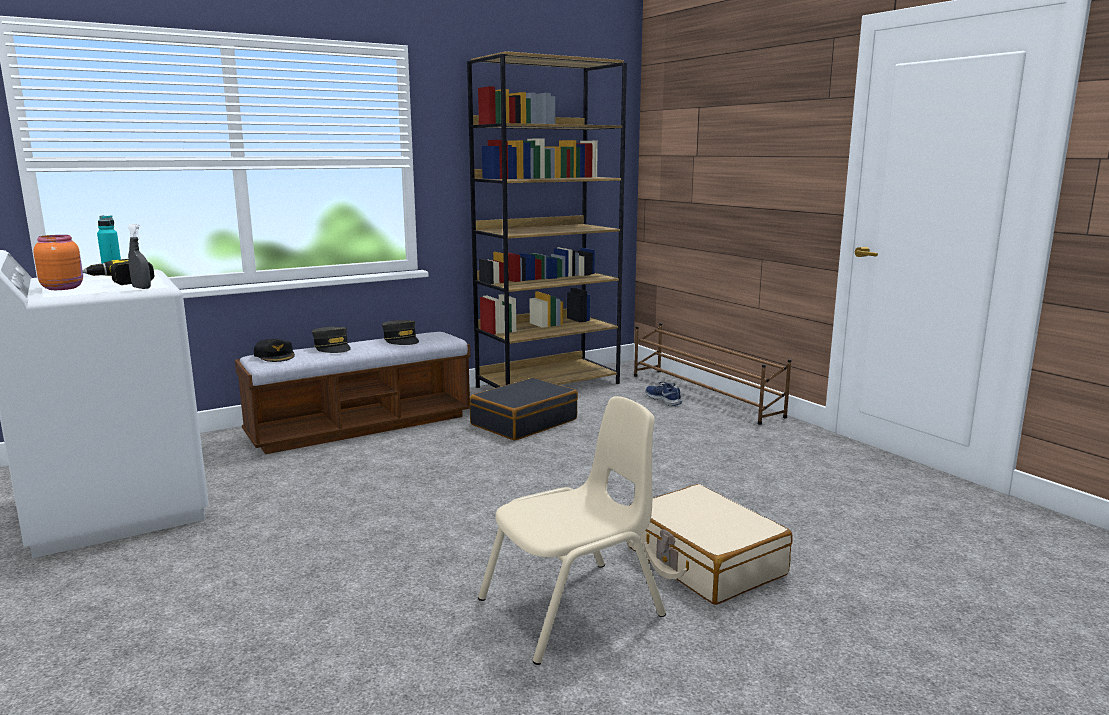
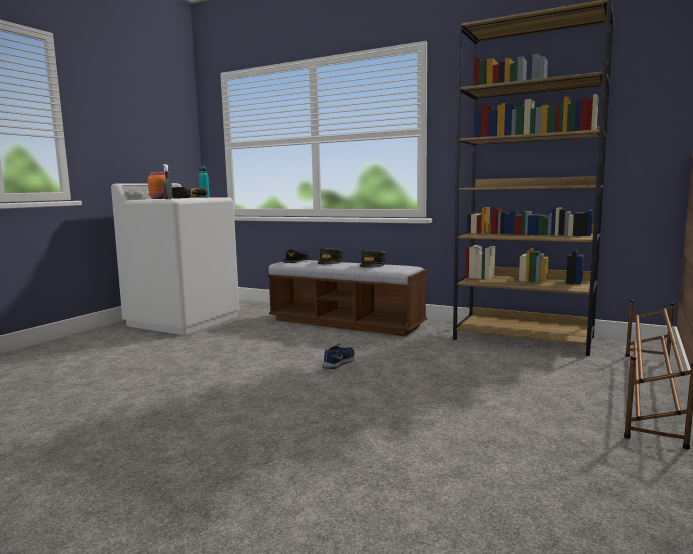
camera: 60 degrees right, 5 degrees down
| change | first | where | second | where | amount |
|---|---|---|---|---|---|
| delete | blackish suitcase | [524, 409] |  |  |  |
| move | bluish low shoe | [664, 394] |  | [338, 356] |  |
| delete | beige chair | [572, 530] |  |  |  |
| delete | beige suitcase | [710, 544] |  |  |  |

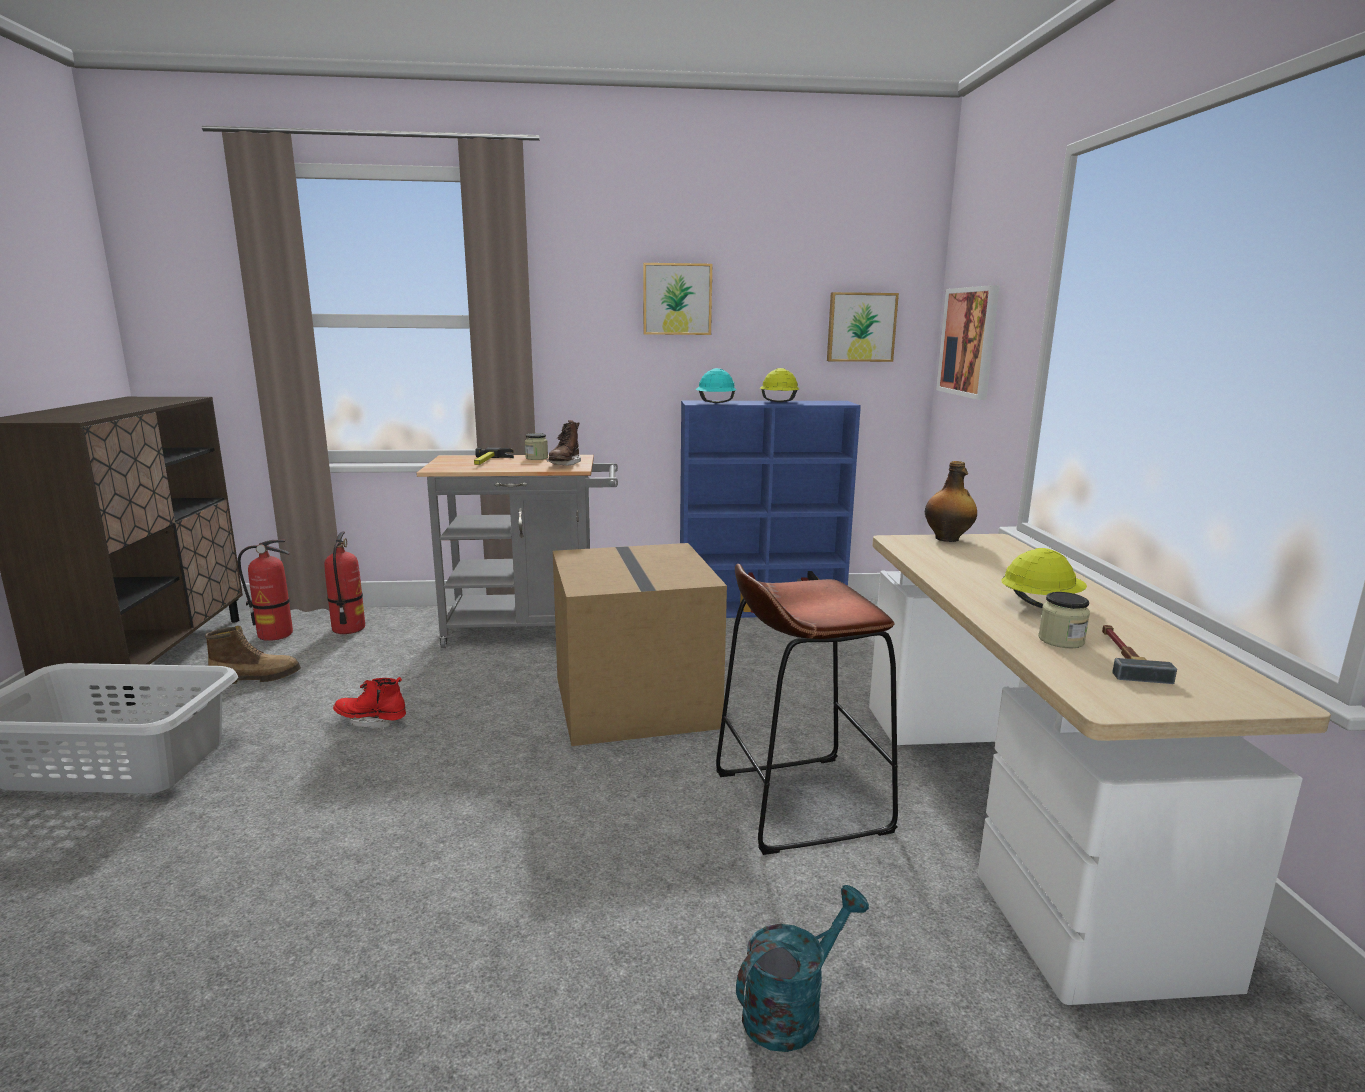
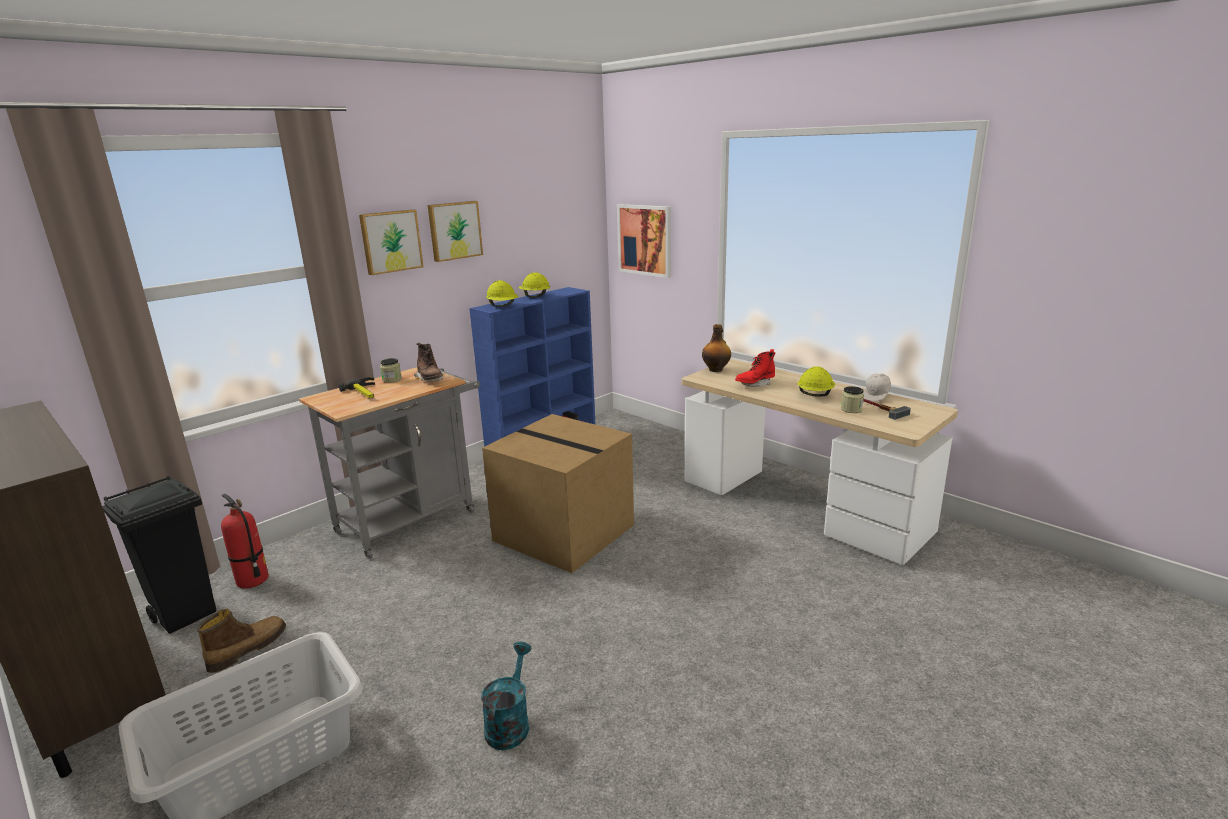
camera: 40 degrees left, 5 degrees up
| change | first | where | second | where | amount |
|---|---|---|---|---|---|
| move | wall picture | [863, 327] |  | [391, 242] |  |
| recolor | turquoise-coloured hard hat | [716, 385] | yellowish hard hat | [502, 293] |  |
| replace | fire-fighting cylinder | [265, 590] | blackish waste bin | [159, 555] |  |
| delete | brown stool seat | [807, 709] |  |  |  |
| move | red high-top boot | [369, 703] |  | [755, 368] |  |
| move | turquoise-coloured watering pot | [802, 968] |  | [506, 696] |  |
| insert |  |  | white-coloured peaked cap | [877, 387] |  |

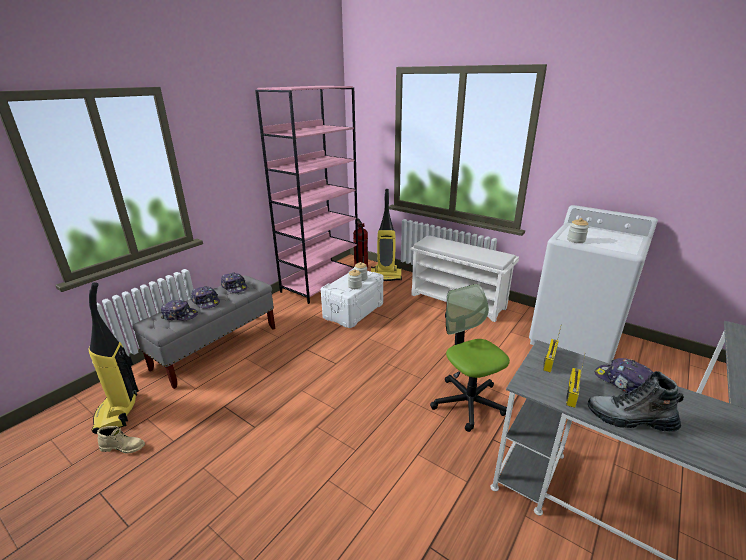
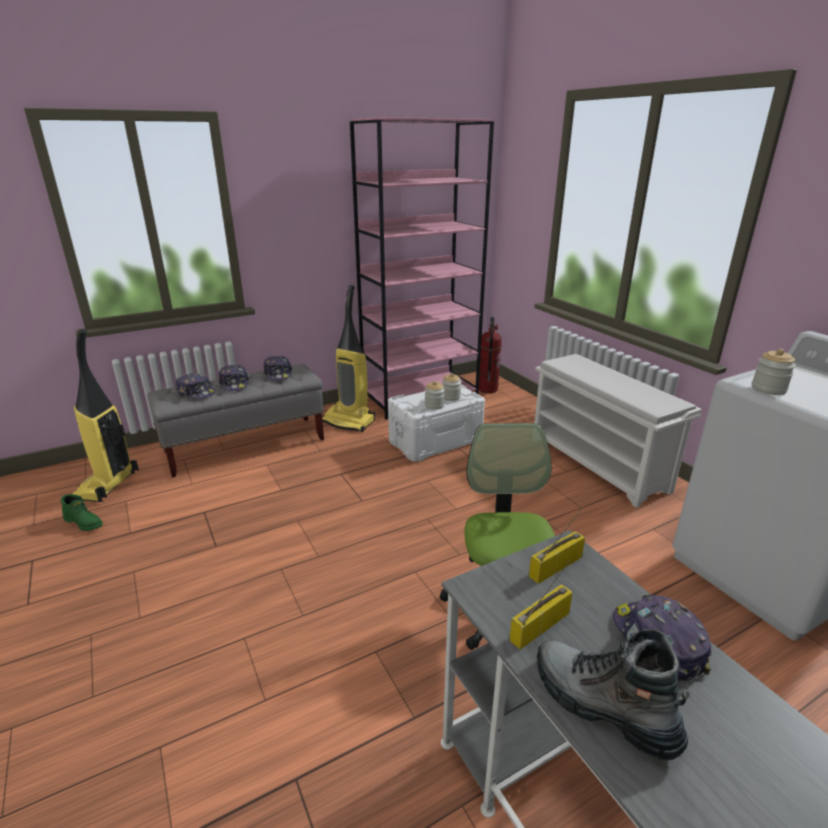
camera: 25 degrees right, 0 degrees up
| change | first | where | second | where | amount |
|---|---|---|---|---|---|
| move | vacuum cleaner | [386, 235] |  | [348, 358] |  |
| recolor | beige high-top boot | [121, 440] | green high-top boot | [82, 512] |  |

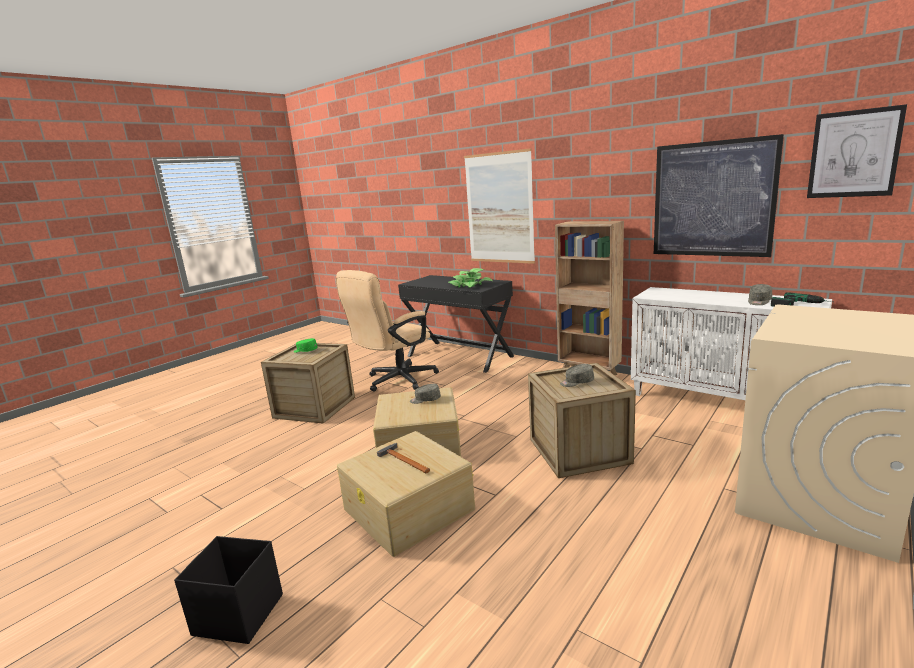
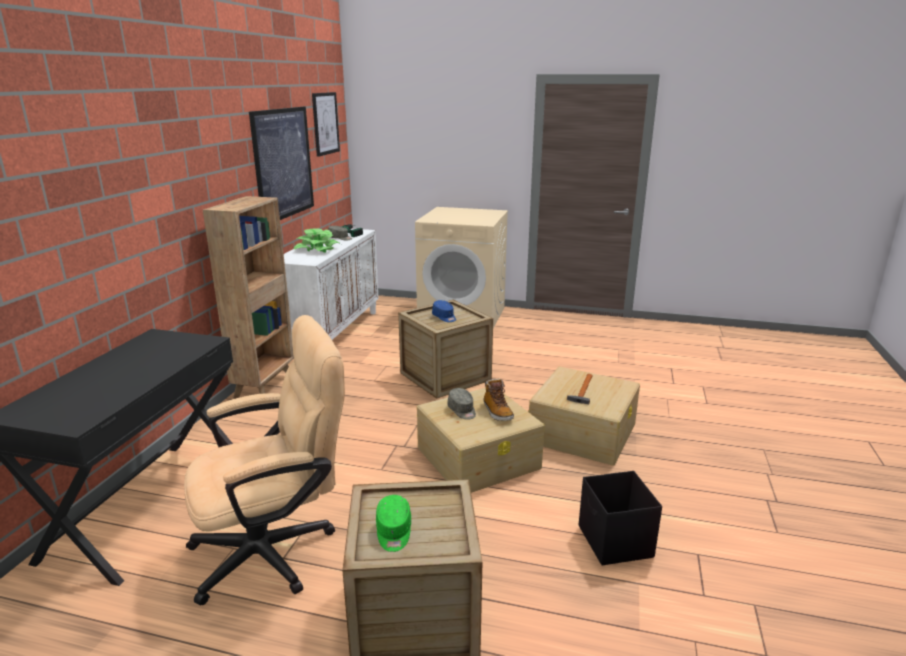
camera: 115 degrees left, 5 degrees up
| change | first | where | second | where | amount |
|---|---|---|---|---|---|
| delete | wall picture | [499, 206] |  |  |  |
| move | potted plant | [470, 278] |  | [317, 240] |  |
| rotate | beige desk chair | [387, 330] |  | [264, 460] | 45 degrees counterclockwise |
| recolor | gray peaked cap | [577, 375] | bluish peaked cap | [444, 311] |  |
| move | blackish storage container | [228, 590] |  | [620, 518] |  |
| insert |  |  | high-top boot | [499, 399] |  |

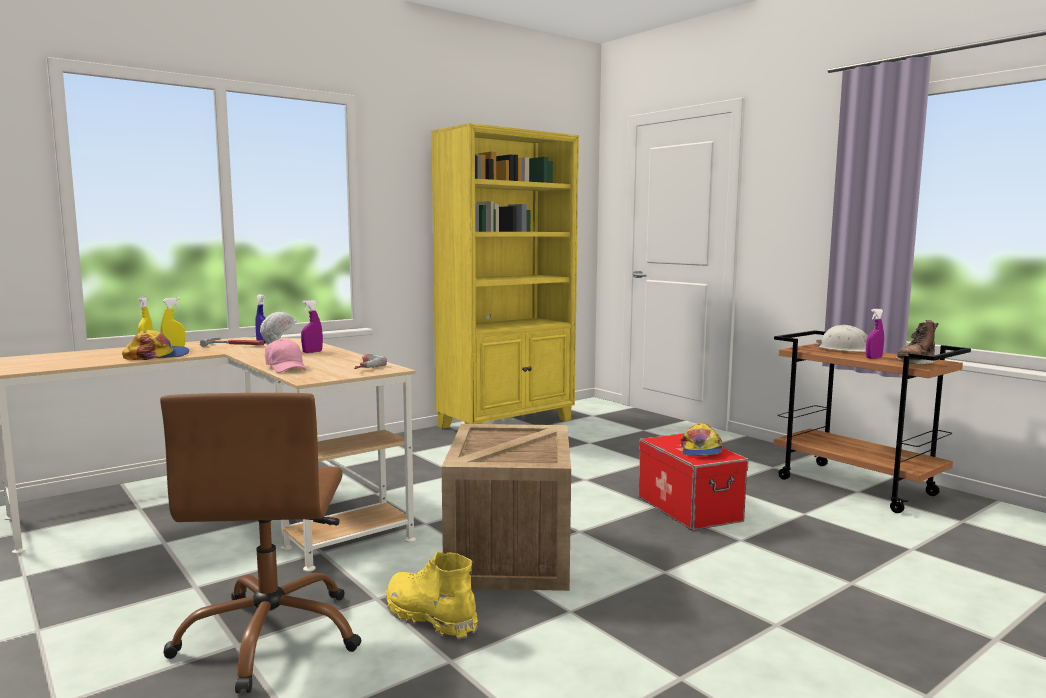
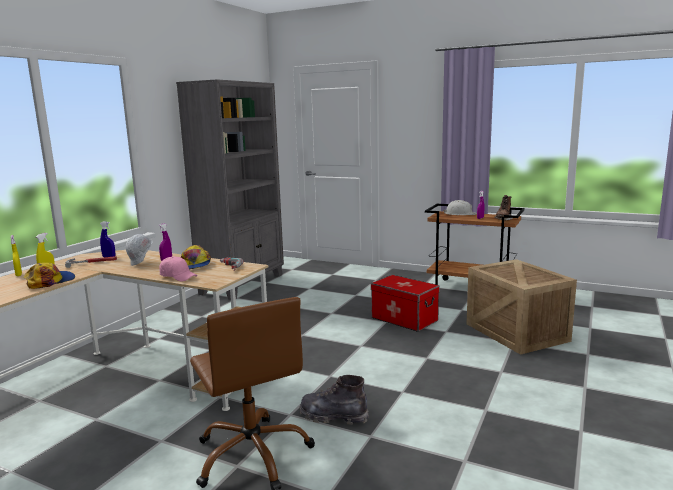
camera: 25 degrees left, 5 degrees up
| change | first | where | second | where | amount |
|---|---|---|---|---|---|
| recolor | yellowish bookcase | [505, 276] | gray bookcase | [230, 189] |  |
| move | peaked cap | [702, 439] |  | [196, 257] |  |
| move | crate | [506, 507] |  | [521, 307] |  |
| recolor | yellowish high-top boot | [432, 595] | gray high-top boot | [334, 400] |  |

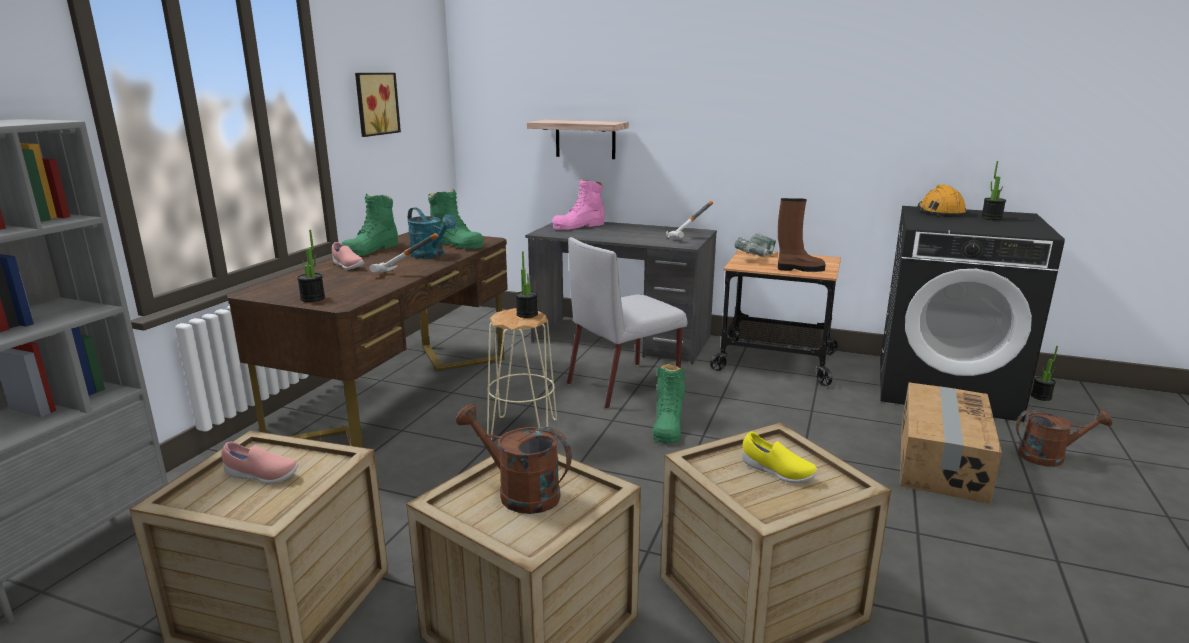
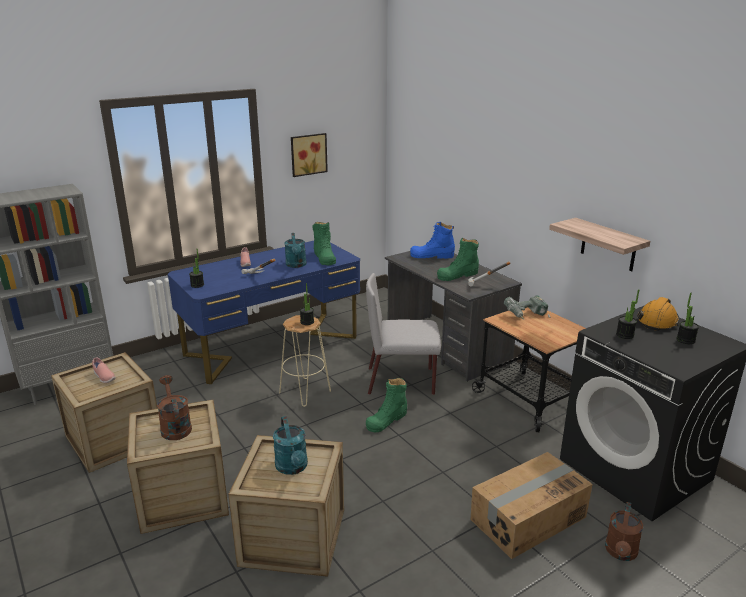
camera: 35 degrees right, 5 degrees up
| change | first | where | second | where | amount |
|---|---|---|---|---|---|
| move | wall shelf | [578, 139] |  | [599, 244] |  |
| recolor | pink high-top boot | [578, 204] | bluish high-top boot | [432, 240] |  |
| move | green high-top boot | [370, 225] |  | [458, 259] |  |
| delete | brown high-top boot | [802, 235] |  |  |  |
| recolor | brown desk table | [367, 340] | bluish desk table | [264, 312] |  |
| move | potted plant | [1044, 373] |  | [627, 314] |  |
| rotate | brown watering pot | [1064, 437] |  | [624, 531] | 75 degrees clockwise |
| replace | yellowish low shoe | [780, 457] | turquoise-coloured watering pot | [290, 445] |  |

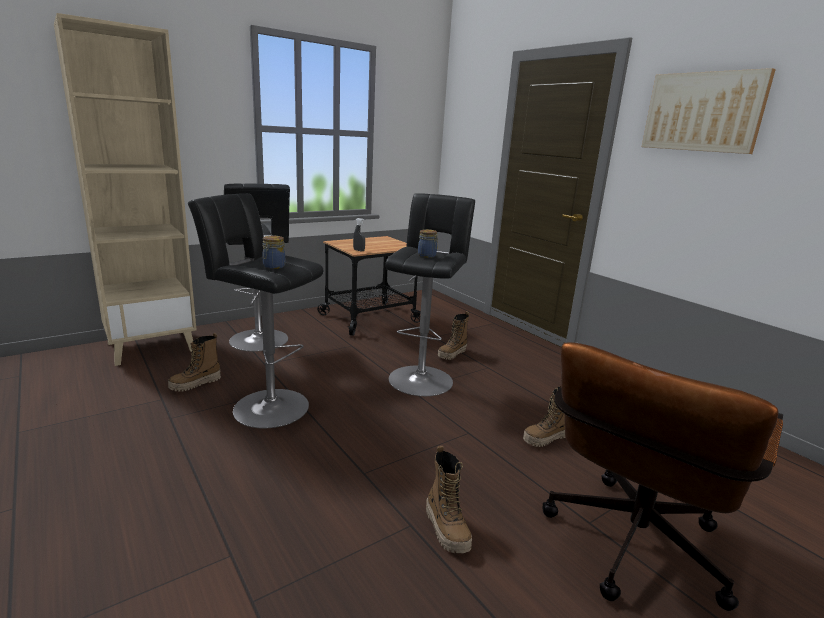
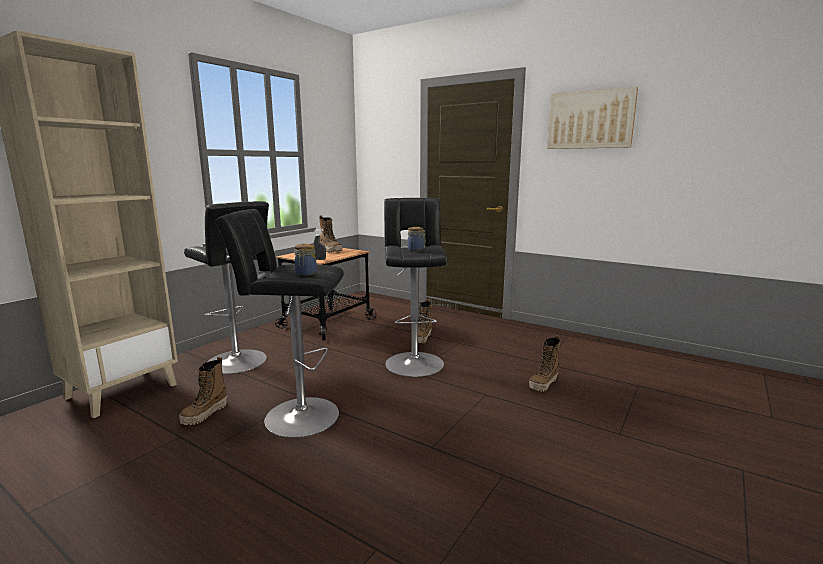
camera: 20 degrees left, 5 degrees down
| change | first | where | second | where | amount |
|---|---|---|---|---|---|
| delete | brown desk chair | [662, 476] |  |  |  |
| move | high-top boot | [449, 499] |  | [330, 234] |  |

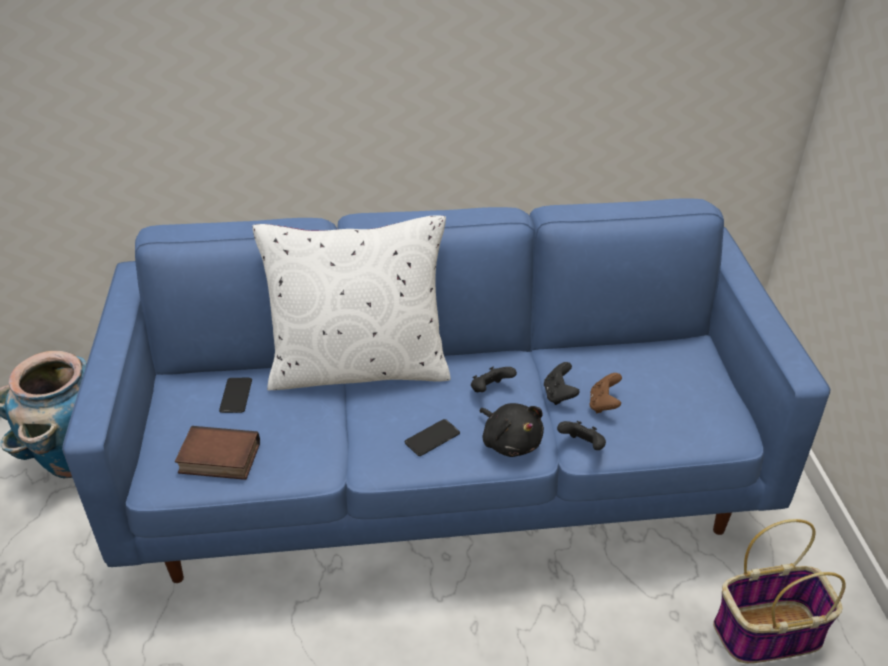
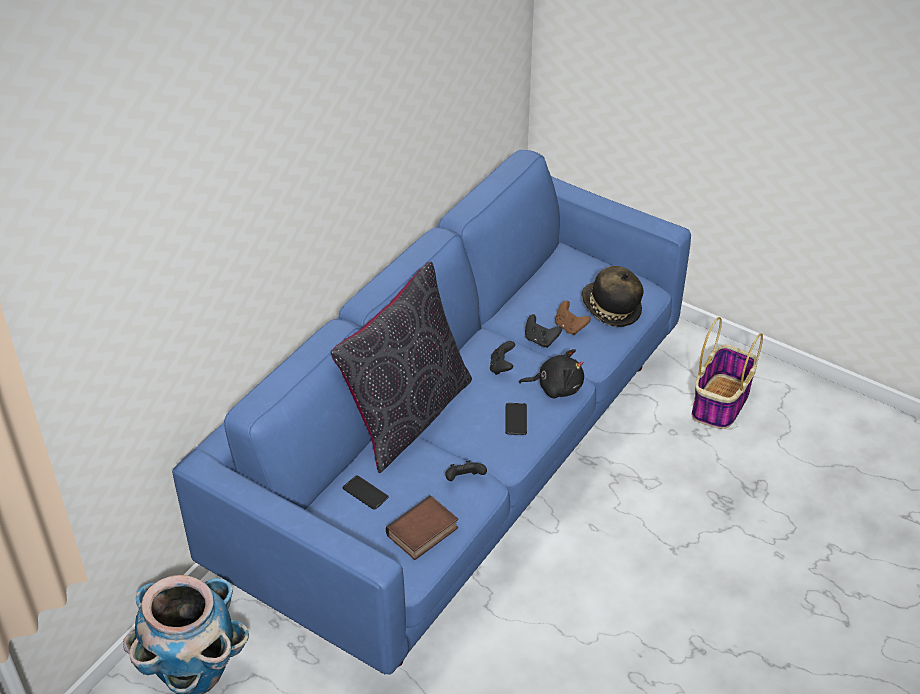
camera: 50 degrees left, 5 degrees up
| change | first | where | second | where | amount |
|---|---|---|---|---|---|
| recolor | white-coloured pillow | [351, 302] | blackish pillow | [401, 367] |  |
| move | blackish gamepad | [581, 435] |  | [466, 470] |  |
| insert |  |  | wearable hat | [612, 296] |  |

